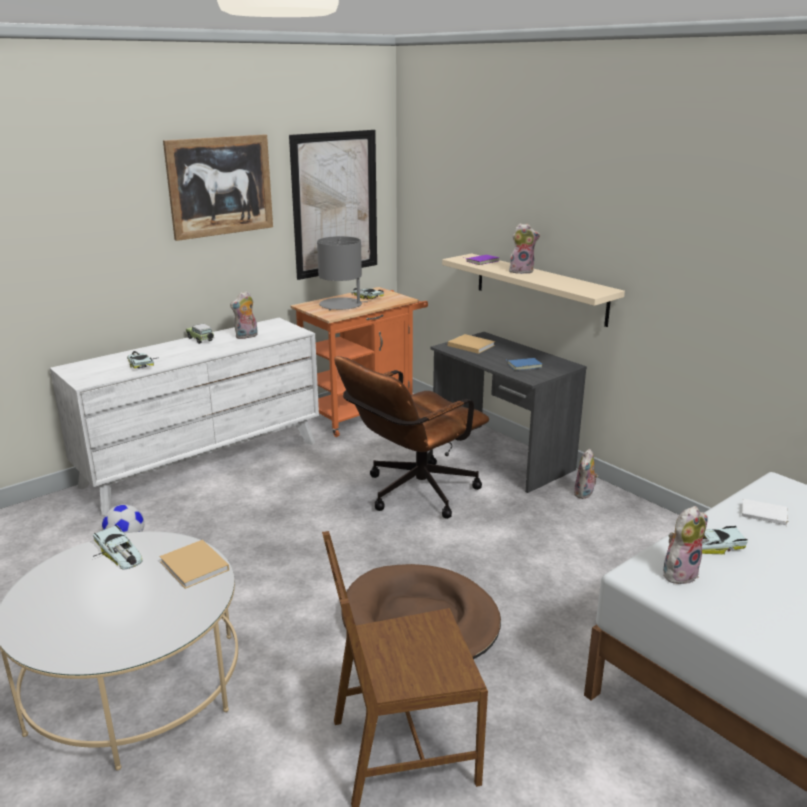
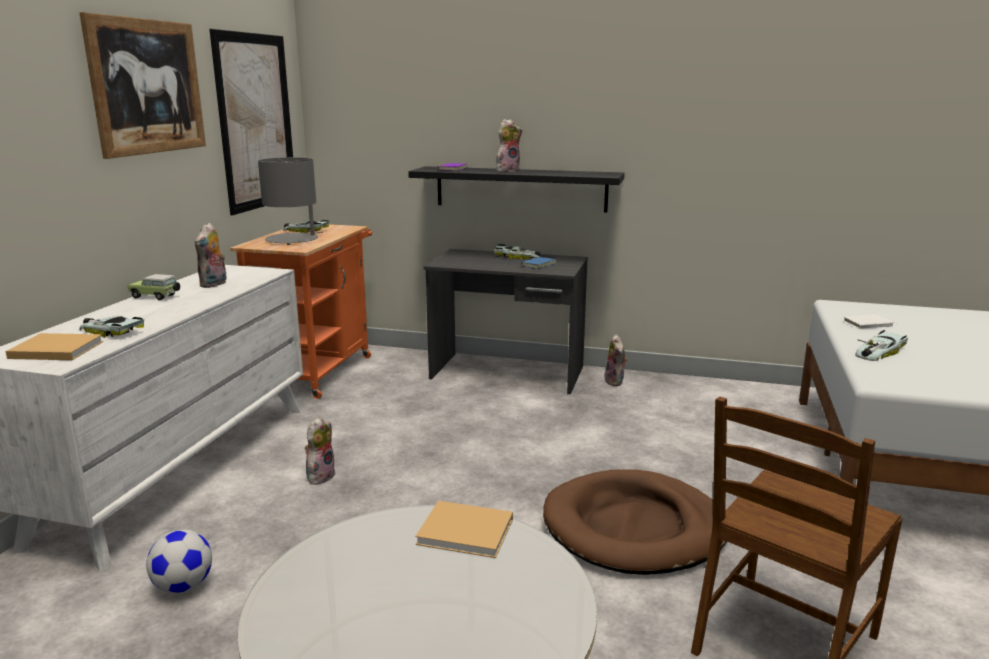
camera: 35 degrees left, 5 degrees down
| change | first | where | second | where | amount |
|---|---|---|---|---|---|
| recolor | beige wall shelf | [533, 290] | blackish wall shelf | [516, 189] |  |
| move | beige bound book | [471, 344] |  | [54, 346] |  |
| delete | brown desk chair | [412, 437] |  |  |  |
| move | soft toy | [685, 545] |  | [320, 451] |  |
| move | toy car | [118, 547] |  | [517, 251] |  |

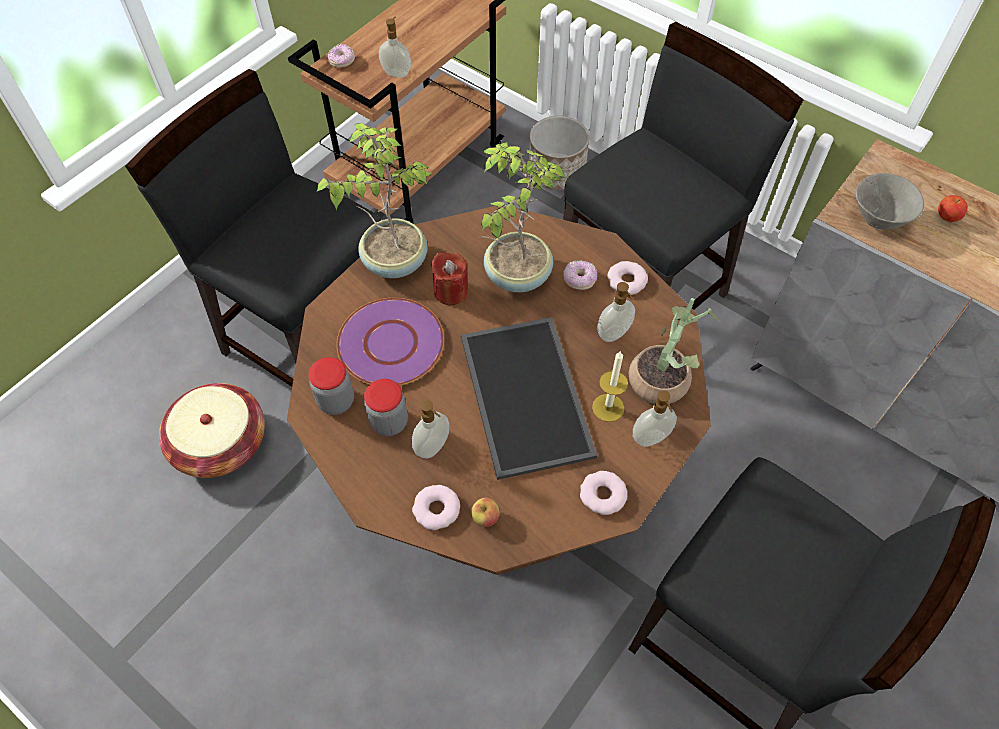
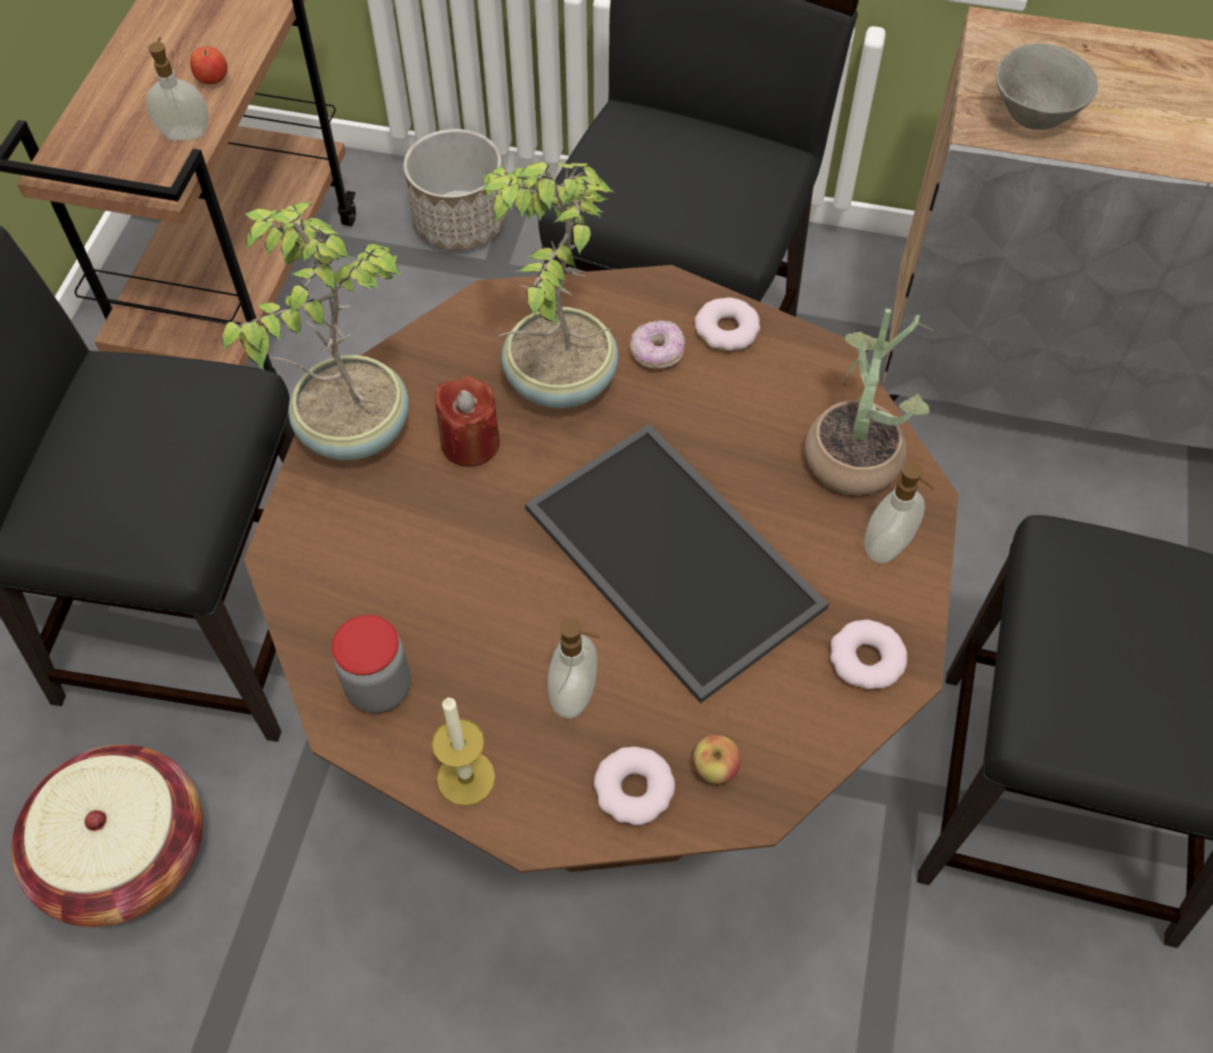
camera: 25 degrees left, 0 degrees up
| change | first | where | second | where | amount |
|---|---|---|---|---|---|
| delete | donut | [341, 56] |  |  |  |
| move | apple | [953, 208] |  | [209, 65] |  |
| delete | liquid soap bottle | [616, 312] |  |  |  |
| delete | purple-coloured flat dish | [390, 342] |  |  |  |
| move | wax candle | [610, 386] |  | [464, 751] |  |
| delete | jar | [386, 407] |  |  |  |

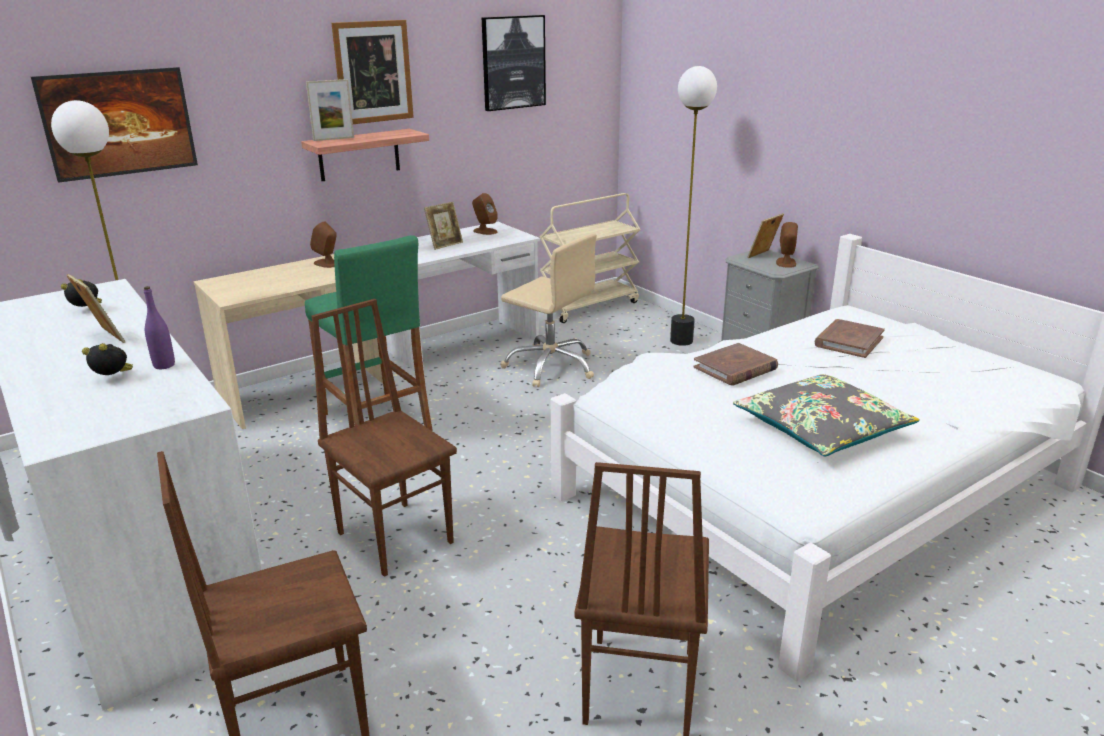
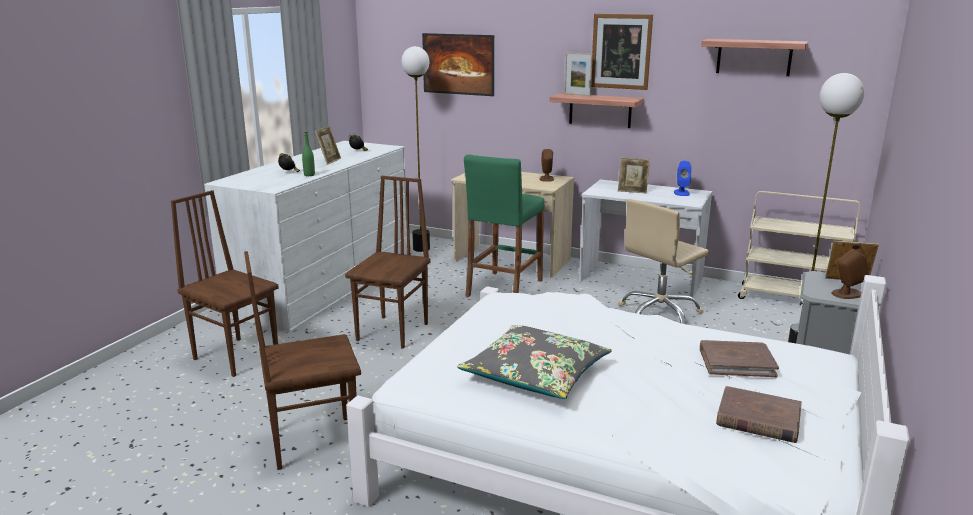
camera: 60 degrees right, 5 degrees down
| change | first | where | second | where | amount |
|---|---|---|---|---|---|
| replace | wall picture | [514, 63] | wall shelf | [754, 57] |  |
| recolor | brown speaker | [485, 214] | bluish speaker | [682, 178] |  |
| rotate | beige desk chair | [549, 310] |  | [663, 261] | 45 degrees clockwise |
| recolor | purple-coloured beverage bottle | [159, 327] | green beverage bottle | [308, 154] |  |
| move | brown bound book | [735, 364] |  | [759, 414] |  |

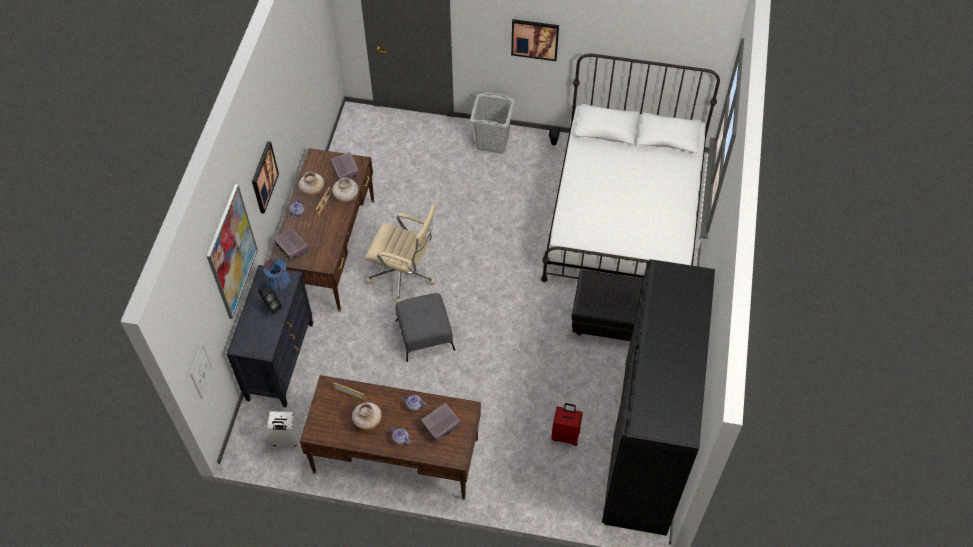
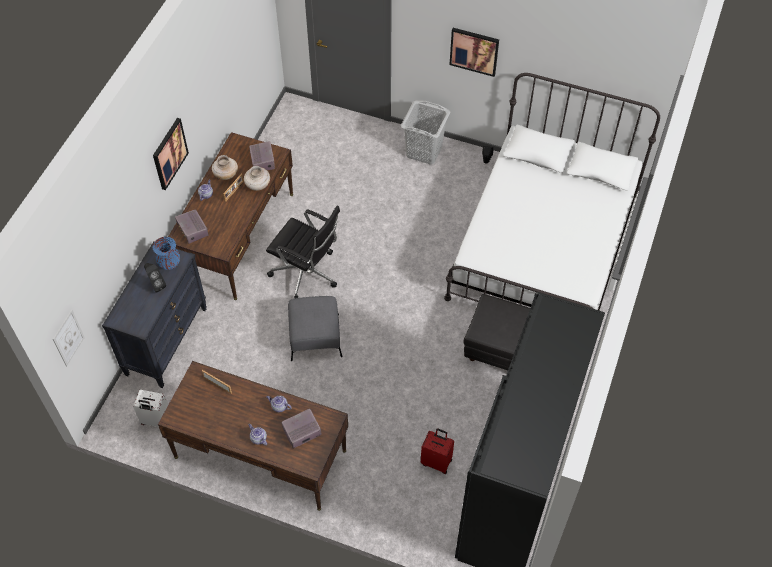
camera: 10 degrees right, 0 degrees up
| change | first | where | second | where | amount |
|---|---|---|---|---|---|
| delete | wall picture | [232, 251] |  |  |  |
| recolor | beige desk chair | [400, 254] | blackish desk chair | [303, 252] |  |
| delete | beige flower vase | [367, 416] |  |  |  |

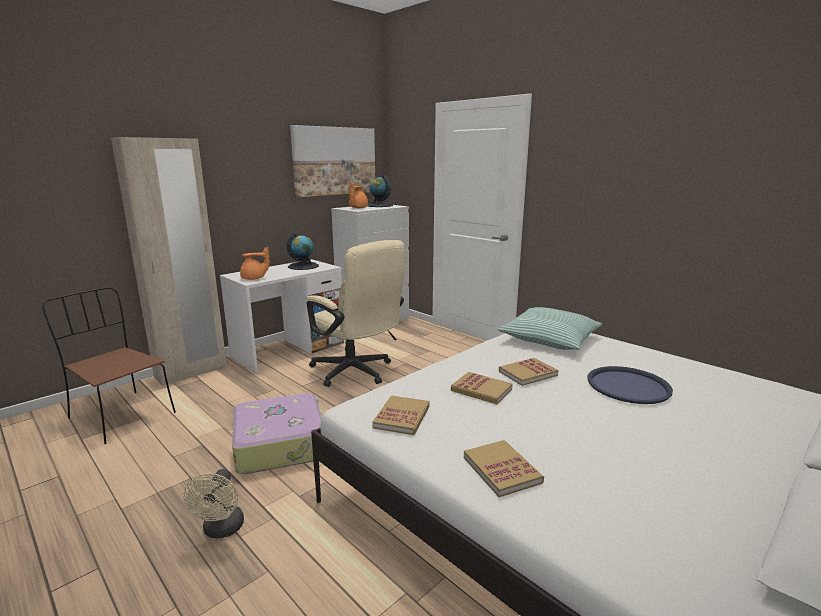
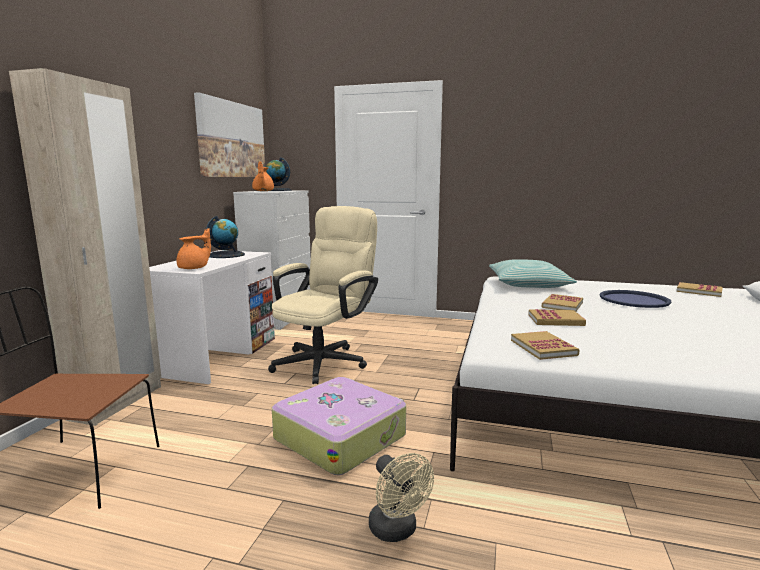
camera: 30 degrees left, 5 degrees down
| change | first | where | second | where | amount |
|---|---|---|---|---|---|
| rotate | beige desk chair | [356, 313] |  | [323, 295] | 75 degrees counterclockwise |
| move | bound book | [504, 468] |  | [700, 289] |  |

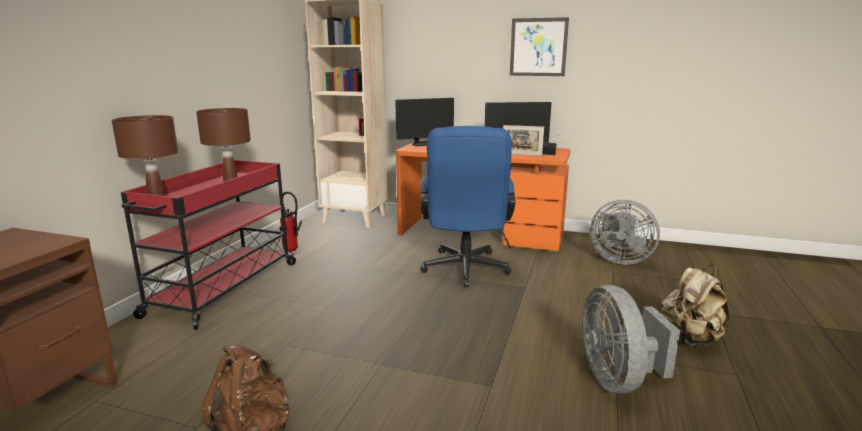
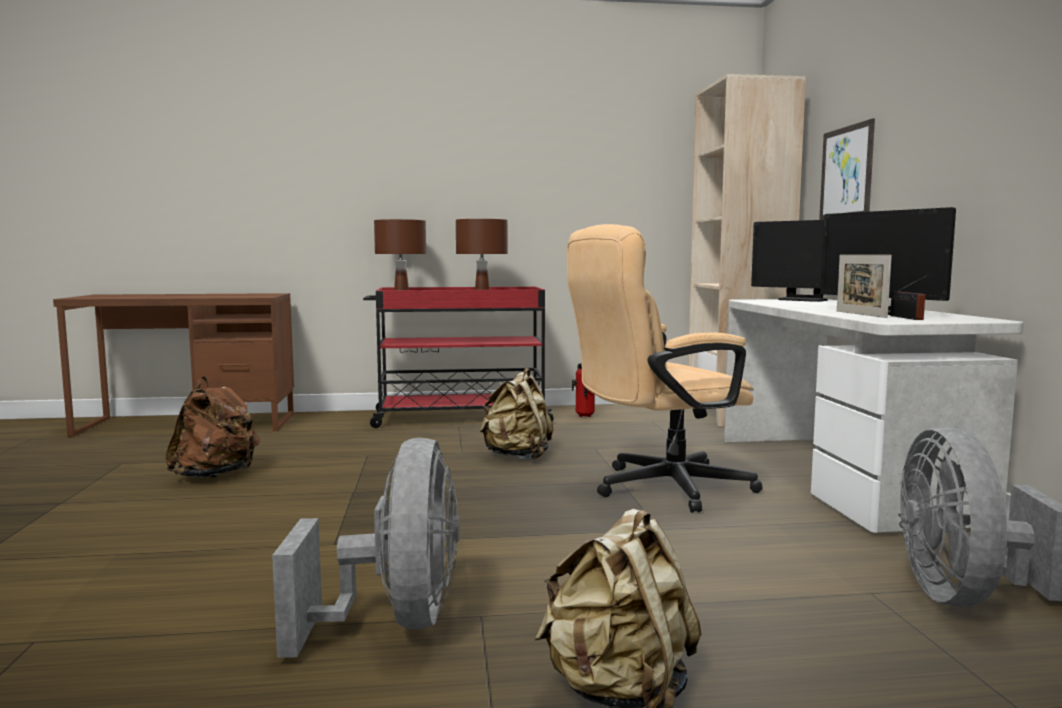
camera: 65 degrees right, 10 degrees down
| change | first | where | second | where | amount |
|---|---|---|---|---|---|
| move | wall picture | [539, 46] |  | [847, 169] |  |
| recolor | bluish desk chair | [467, 206] | beige desk chair | [664, 368] |  |
| recolor | orange desk table | [483, 196] | white-coloured desk table | [874, 416] |  |
| rotate | gray electric fan | [631, 339] |  | [366, 548] | 120 degrees clockwise |
| insert |  |  | beige backpack | [517, 414] |  |

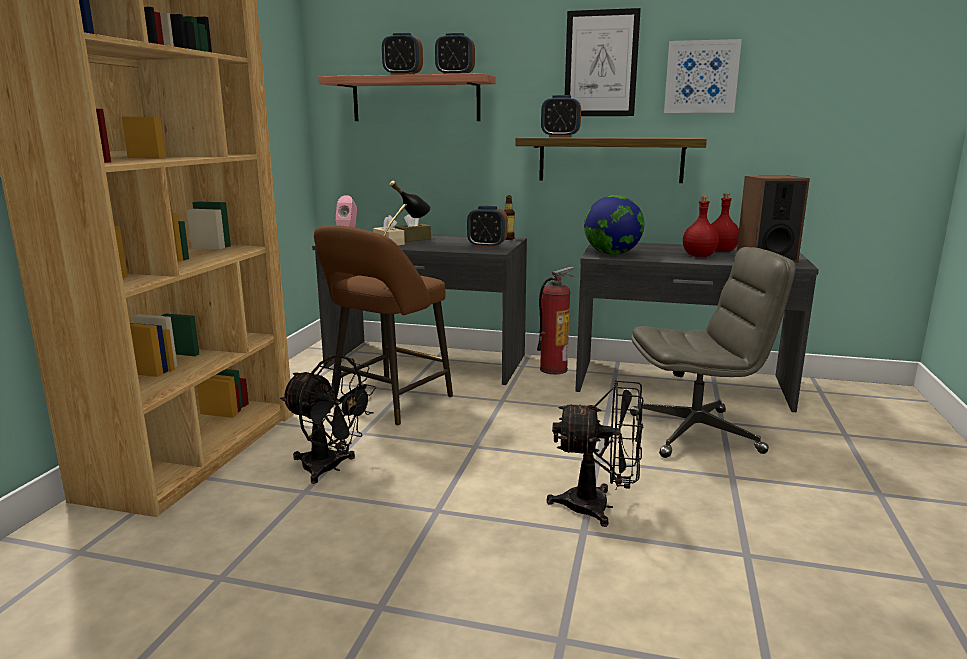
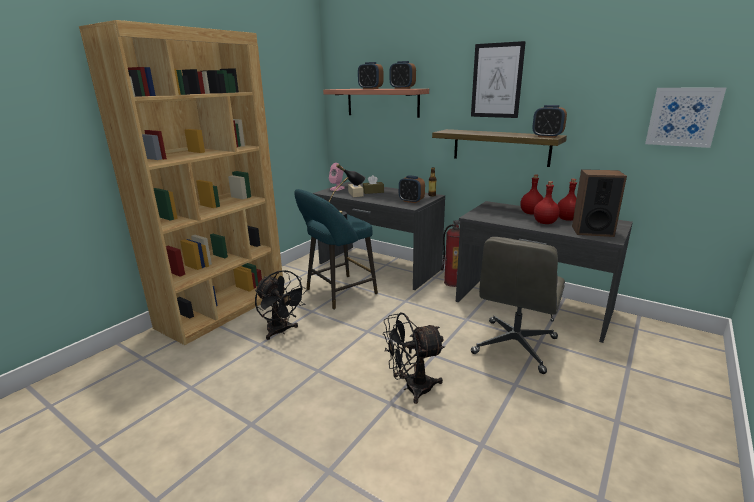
camera: 20 degrees right, 5 degrees up
| change | first | where | second | where | amount |
|---|---|---|---|---|---|
| move | wall picture | [703, 76] |  | [685, 117] |  |
| move | table clock | [561, 116] |  | [549, 121] |  |
| delete | globe | [614, 225] |  |  |  |
| recolor | brown stool seat | [383, 325] | turquoise-coloured stool seat | [336, 249] |  |
| rotate | gray desk chair | [712, 352] |  | [518, 305] | 105 degrees clockwise |
| rotate | blackish electric fan | [595, 453] |  | [414, 358] | 135 degrees clockwise |
| insert |  |  | red beverage bottle | [532, 194] |  |

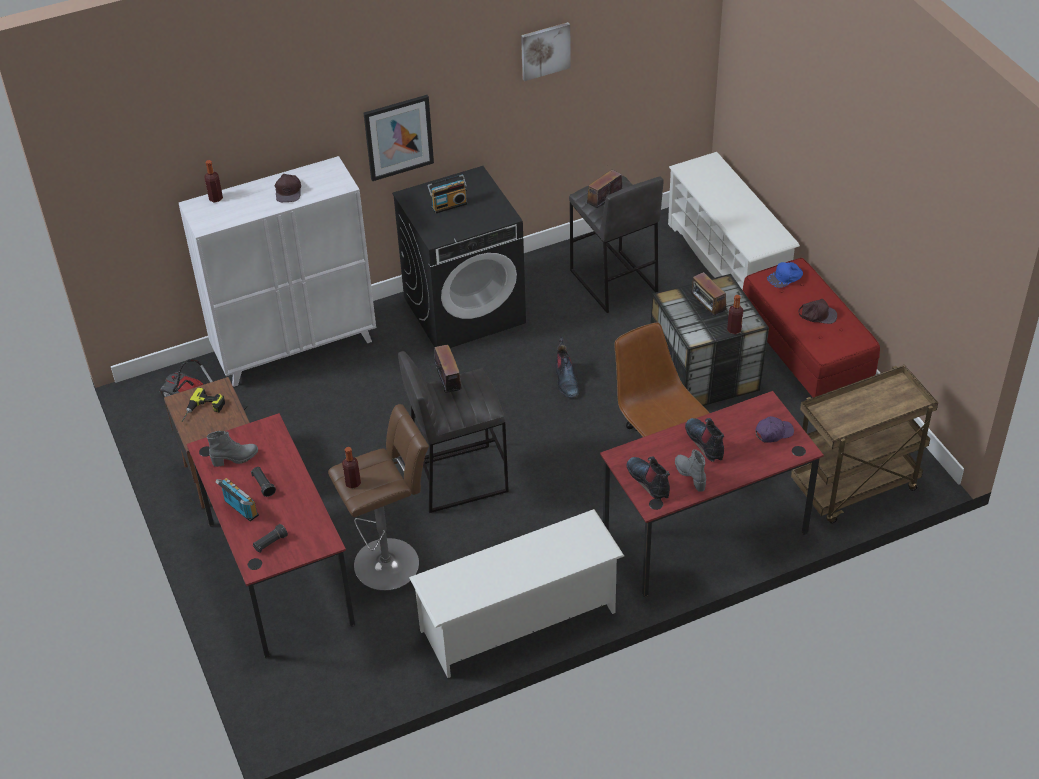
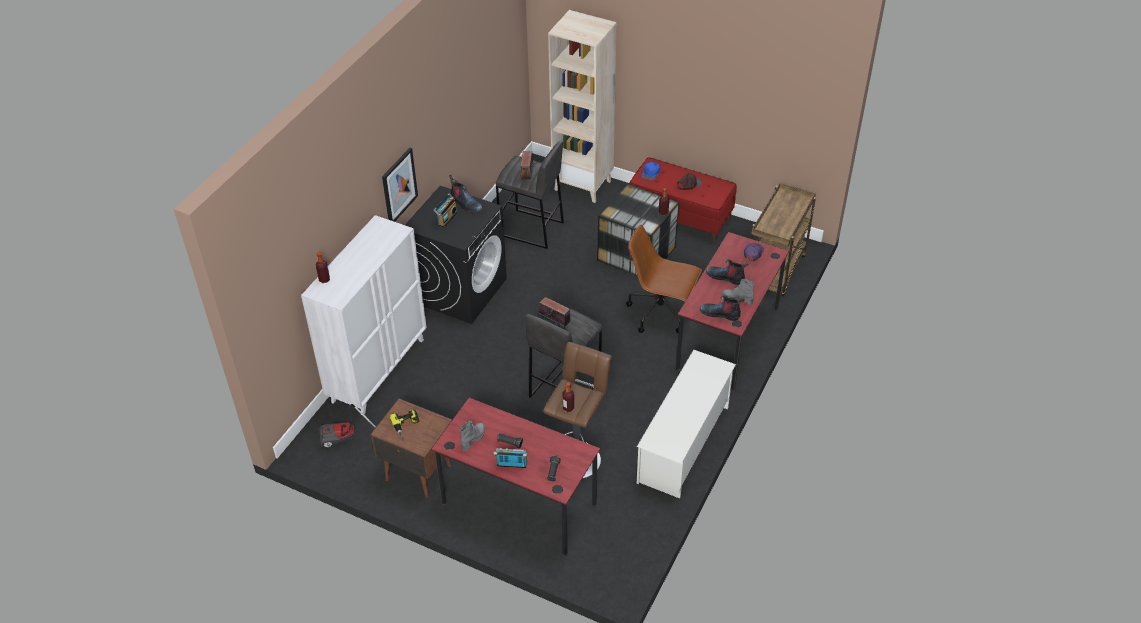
camera: 40 degrees left, 0 degrees up
| change | first | where | second | where | amount |
|---|---|---|---|---|---|
| delete | wall picture | [546, 51] |  |  |  |
| replace | white-coloured shoe stand | [734, 221] | beige bookcase | [582, 106] |  |
| delete | brown peaked cap | [288, 188] |  |  |  |
| delete | radio receiver | [709, 294] |  |  |  |
| move | high-top boot | [567, 367] |  | [466, 194] |  |

